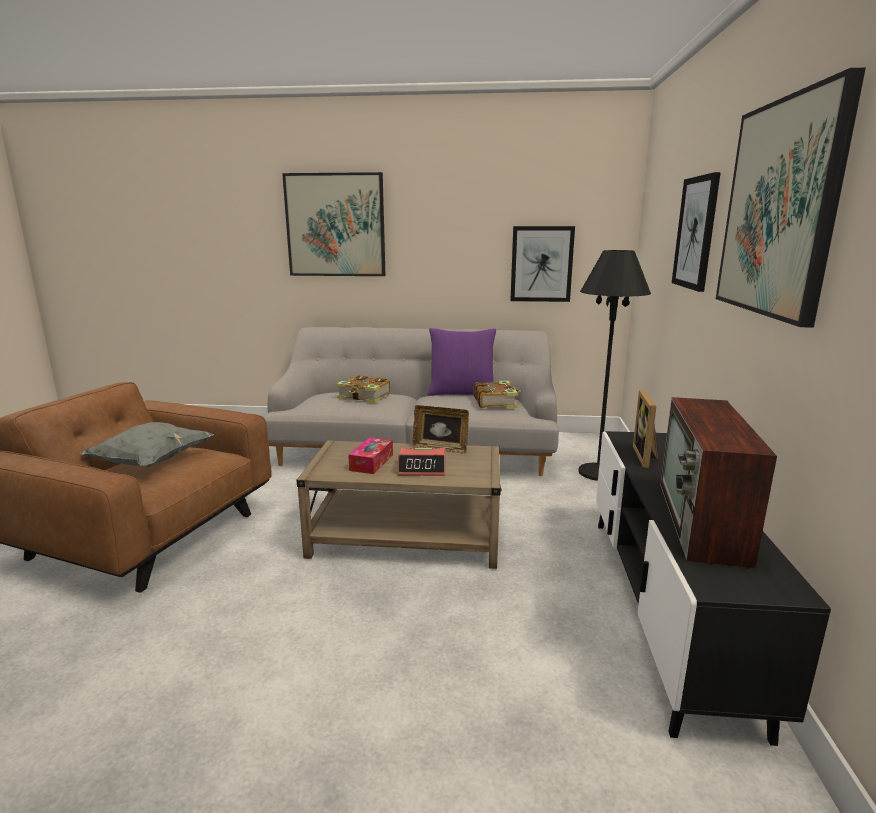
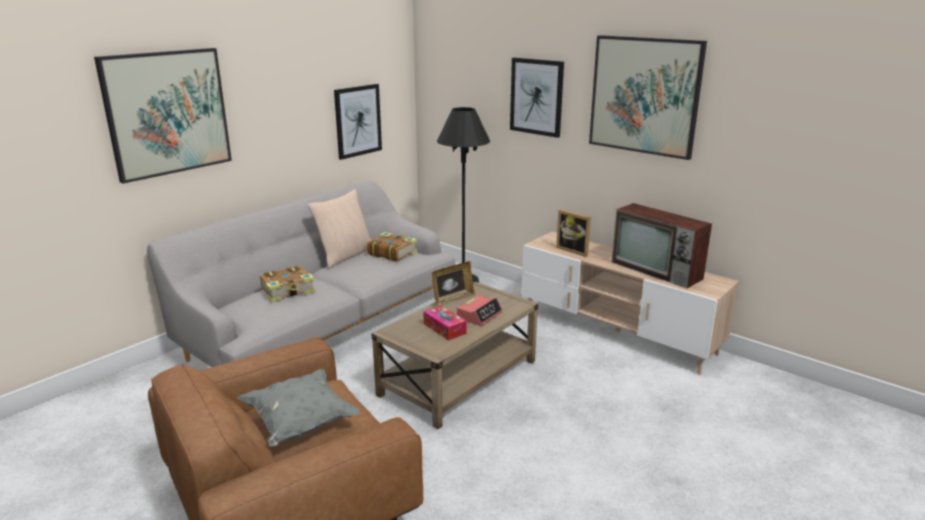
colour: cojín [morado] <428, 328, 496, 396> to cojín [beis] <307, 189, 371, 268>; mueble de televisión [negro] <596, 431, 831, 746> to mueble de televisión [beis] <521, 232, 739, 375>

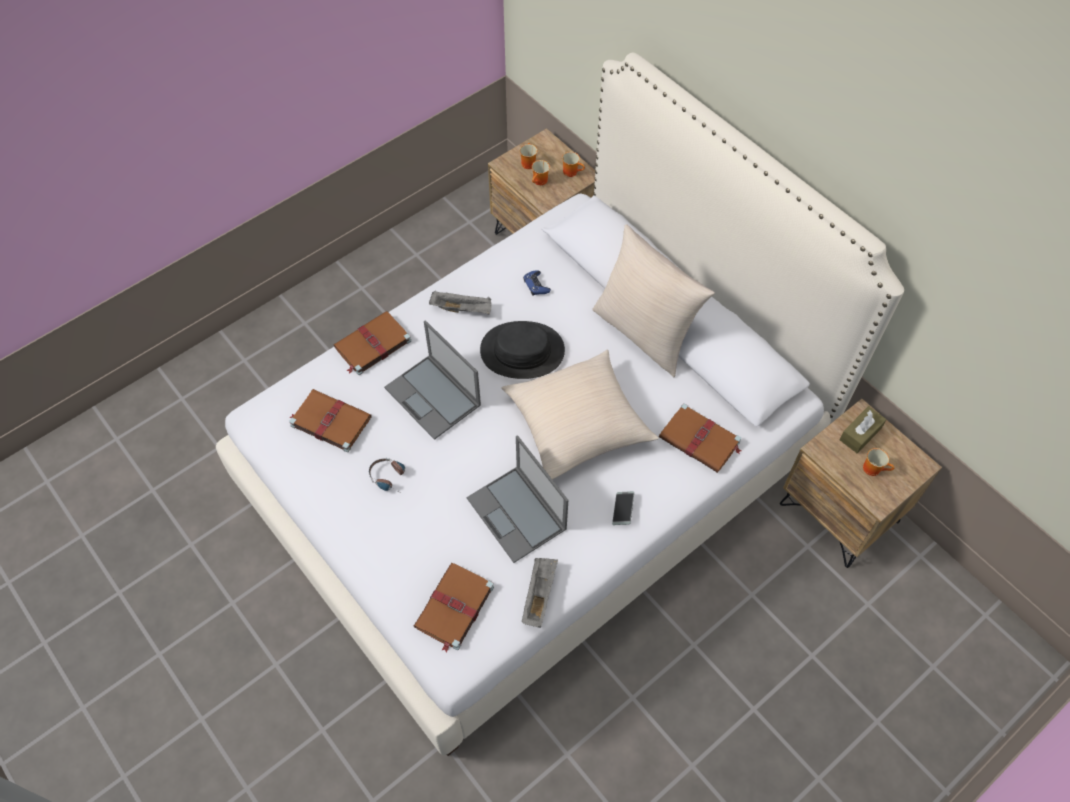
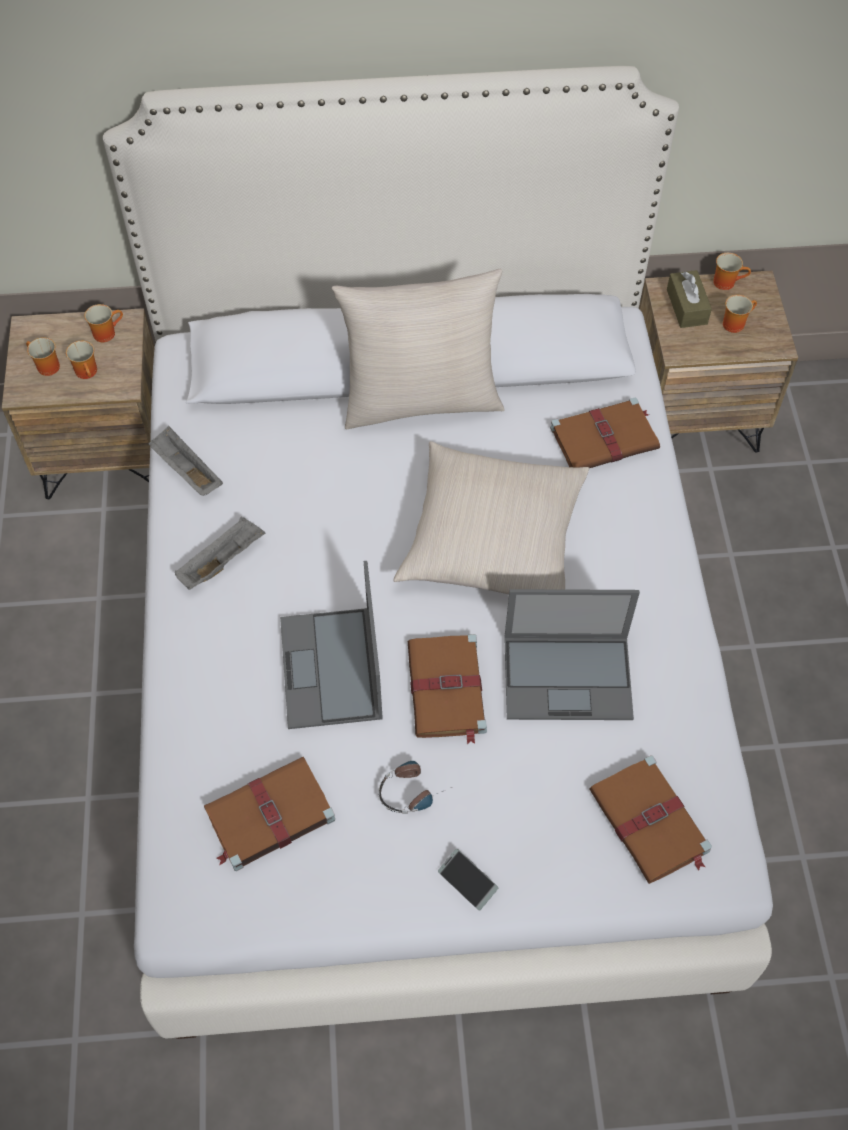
missing: mando de consola [azul] <523, 270, 551, 296>; sombrero [negro] <480, 321, 565, 379>
appeared: taza grande <713, 253, 751, 290>
relocated: libro [marrón] <334, 311, 411, 375> to <408, 634, 487, 744>; móvil <612, 491, 634, 525> to <438, 849, 498, 910>; bandeja [gris] <522, 558, 558, 628> to <148, 426, 223, 496>
spun: portátil <384, 320, 481, 440> = <280, 561, 382, 729> 90 degrees clockwise

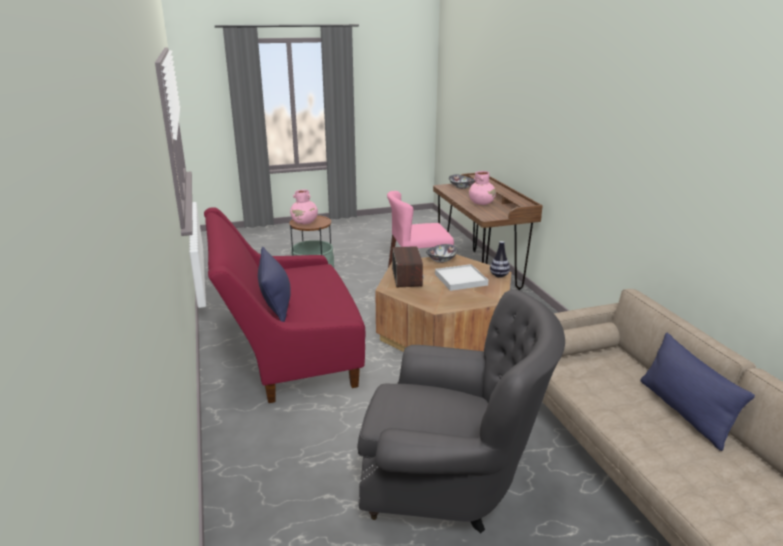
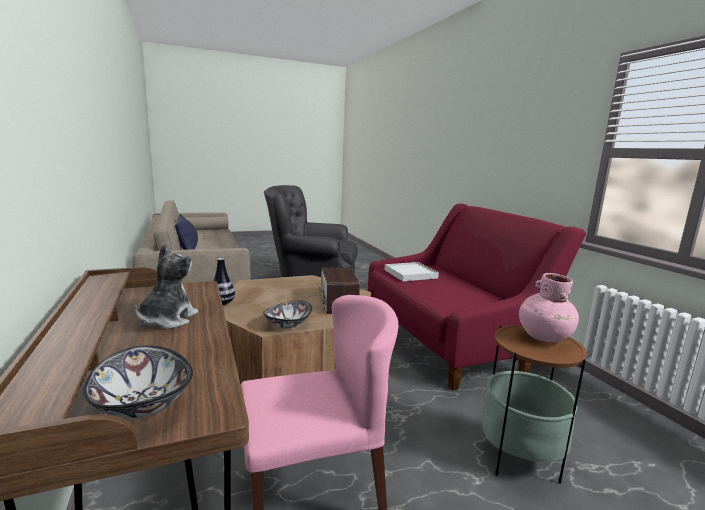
missing: cojín [azul] <258, 247, 291, 322>
relocated: bandeja [blanco] <435, 264, 488, 291> to <384, 262, 439, 281>
exchanged: florero [rosa] <469, 171, 496, 205> to peluche <135, 243, 199, 329>

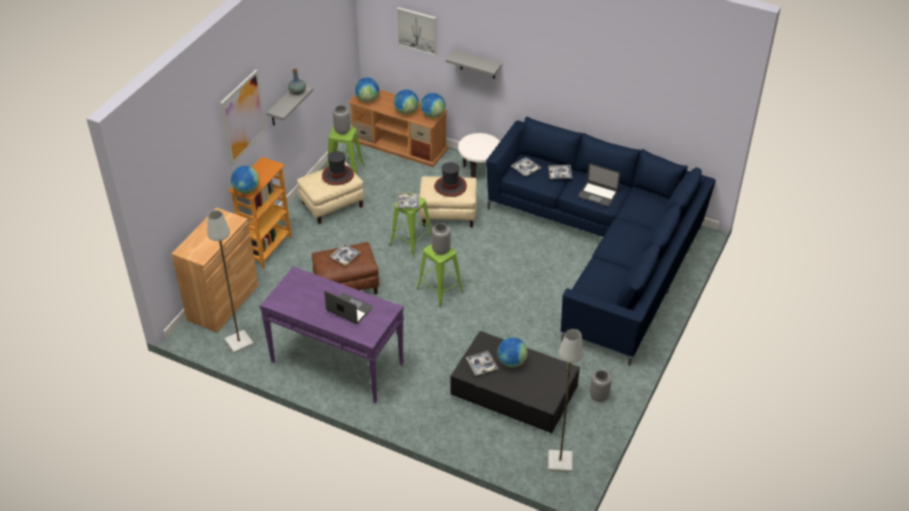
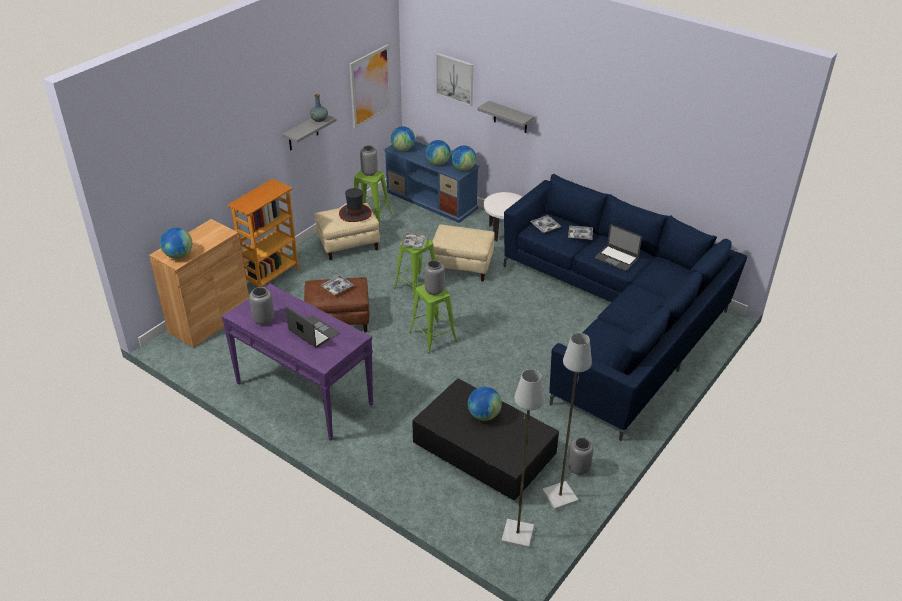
missing: sombrero <434, 162, 467, 197>; bandeja <466, 351, 498, 376>
appeared: florero [gris] <249, 287, 274, 325>
relocated: cuadro <220, 70, 266, 165> to <349, 45, 391, 129>; globo terráqueo <231, 166, 259, 194> to <160, 228, 192, 259>; lámpara de pie [gris] <207, 210, 254, 354> to <542, 333, 592, 510>
colour: mueble de televisión [marrón] <348, 89, 448, 167> to mueble de televisión [azul] <384, 141, 480, 223>

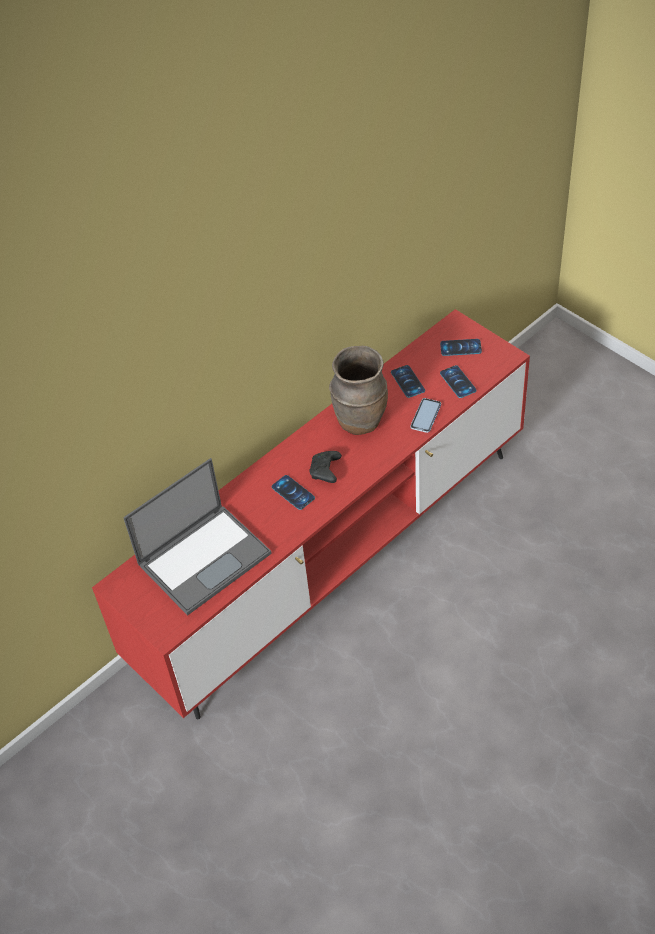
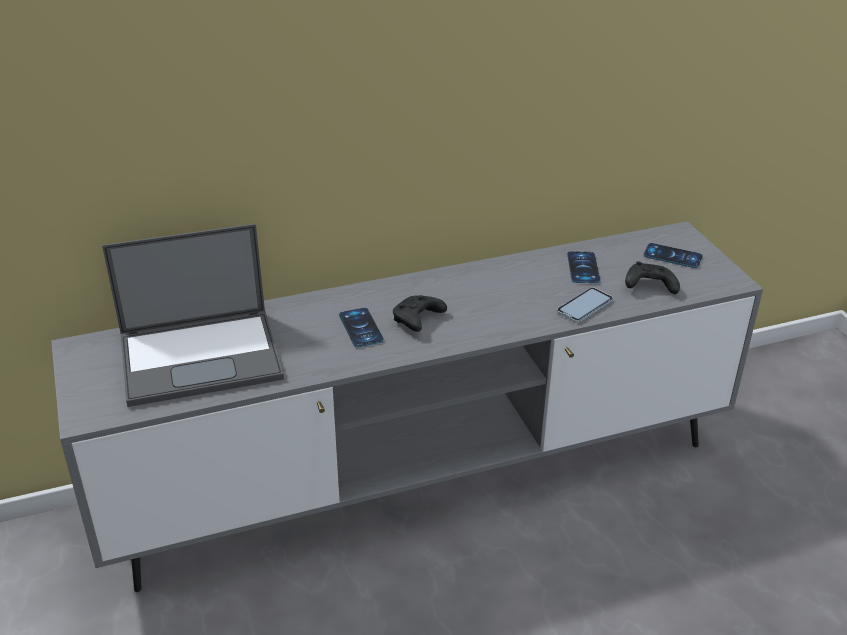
missing: florero [marrón] <329, 346, 388, 435>
exchanged: móvil <440, 365, 476, 398> to mando de consola [negro] <625, 261, 680, 294>
colour: mueble de televisión [rojo] <92, 309, 530, 719> to mueble de televisión [gris] <51, 221, 763, 592>

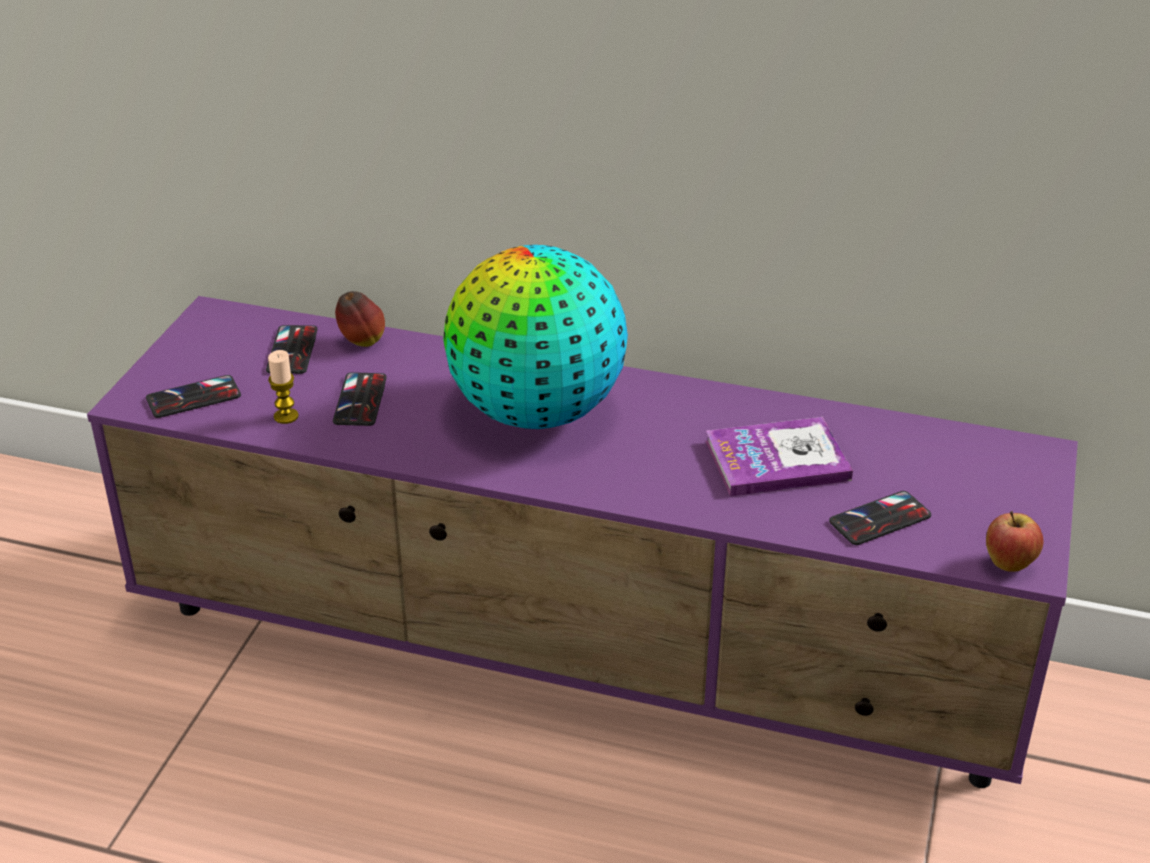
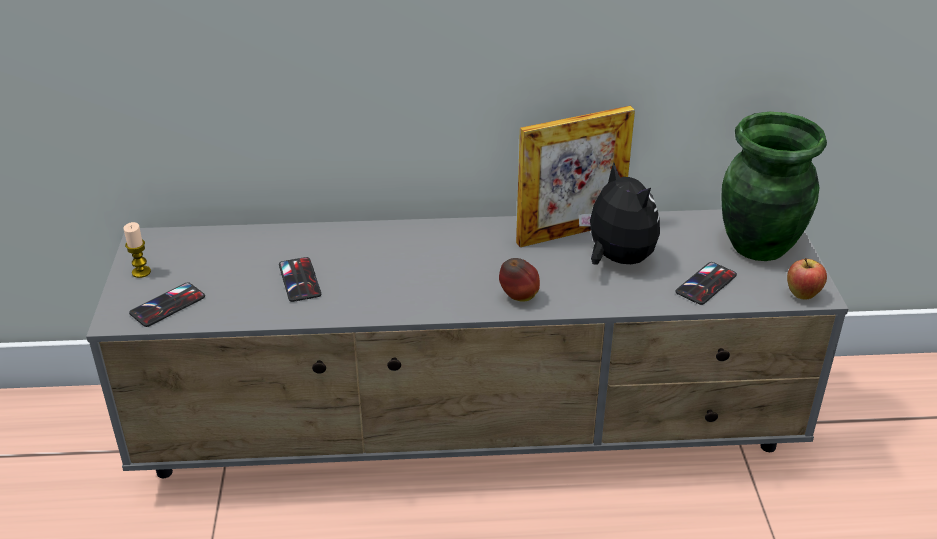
missing: globo terráqueo <443, 245, 628, 429>; móvil <266, 325, 318, 374>
appeared: portarretratos <516, 106, 635, 247>; florero [verde] <721, 112, 827, 261>
relocated: manzana <335, 291, 385, 347> to <499, 258, 540, 302>; vela <268, 350, 299, 424> to <124, 222, 151, 278>
exchanged: libro <705, 417, 853, 496> to peluche <579, 162, 660, 265>
colour: mueble de televisión [morado] <87, 296, 1078, 788> to mueble de televisión [gris] <86, 209, 848, 478>

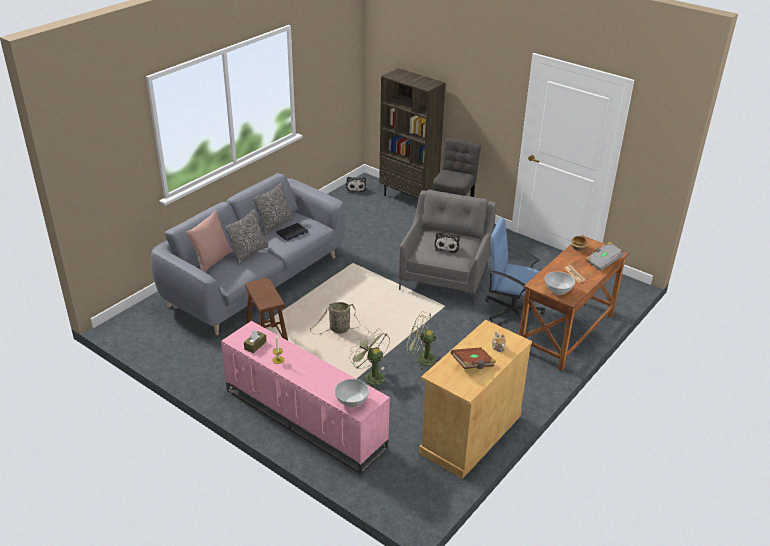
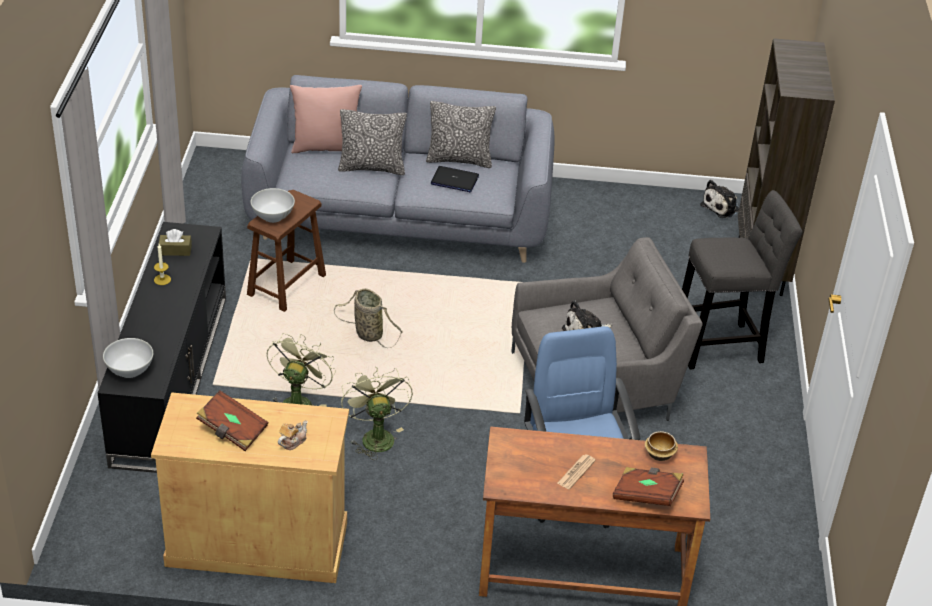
relocated: cuenco [blanco] <545, 271, 575, 295> to <251, 188, 295, 223>
colour: libro [gris] <585, 242, 625, 271> to libro [marrón] <613, 467, 684, 506>; mueble de televisión [rosa] <221, 321, 390, 474> to mueble de televisión [negro] <98, 222, 226, 473>

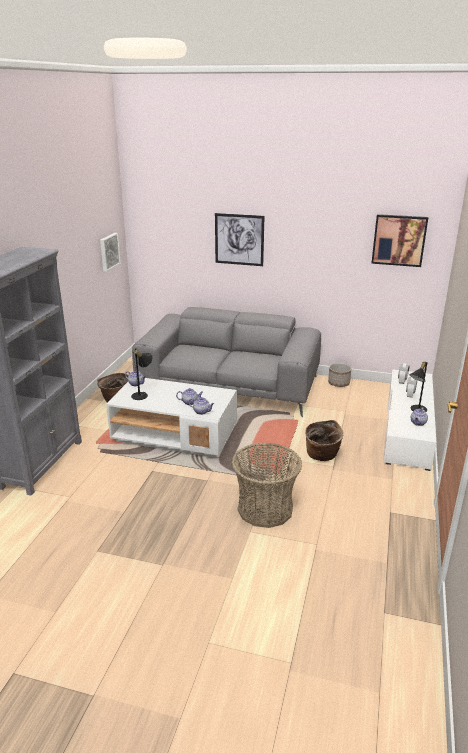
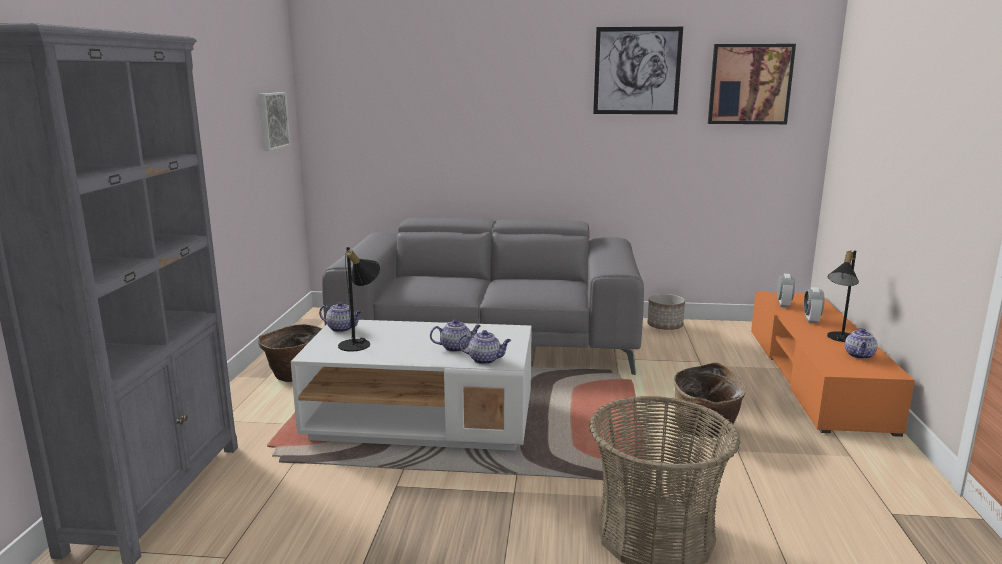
relocated: cuadro <215, 213, 264, 266> to <593, 27, 683, 114>
colour: mueble de televisión [blanco] <383, 370, 436, 471> to mueble de televisión [naranja] <751, 292, 915, 437>

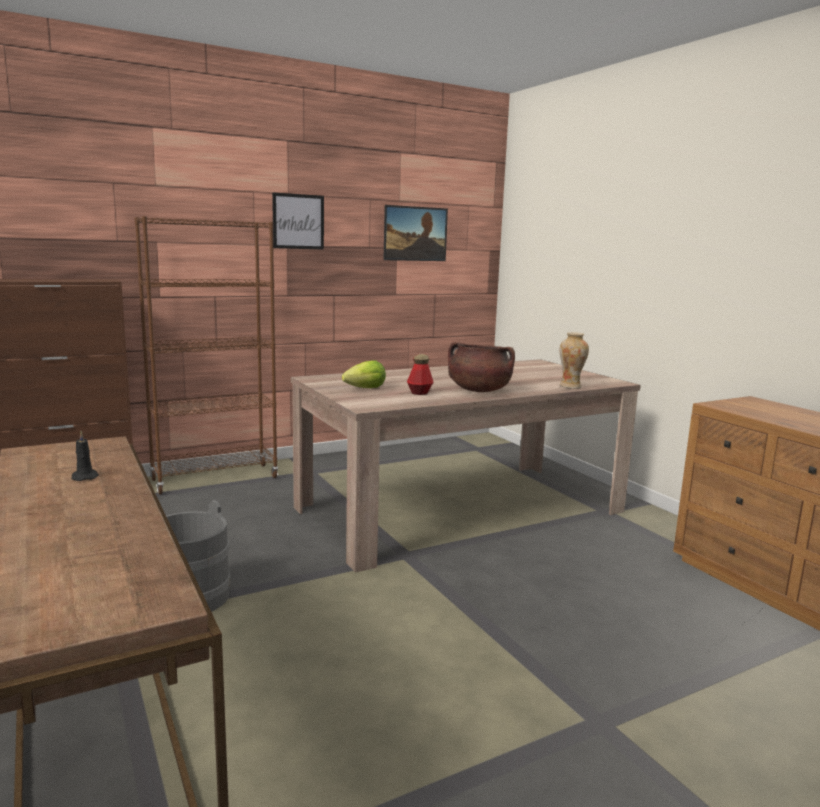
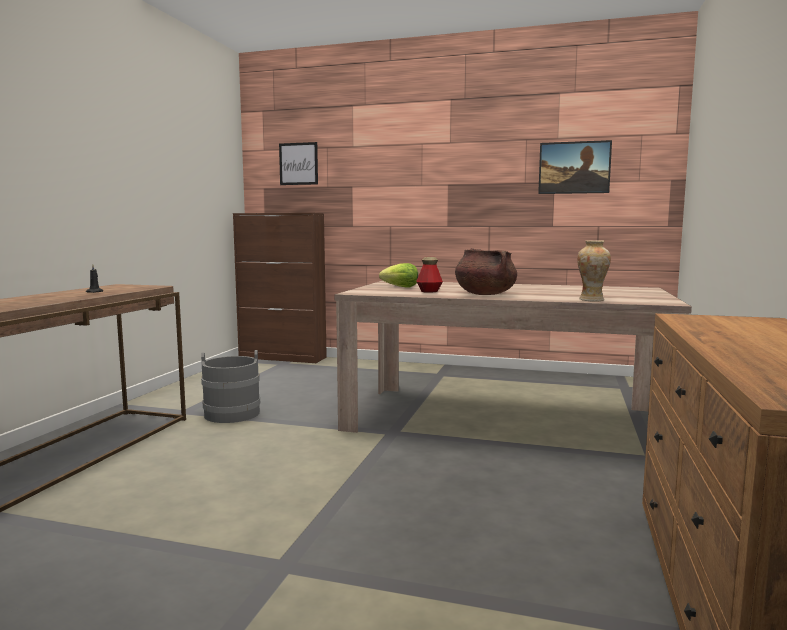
missing: estantería [marrón] <135, 216, 278, 494>
relocated: cuadro <272, 193, 324, 249> to <279, 142, 318, 185>

